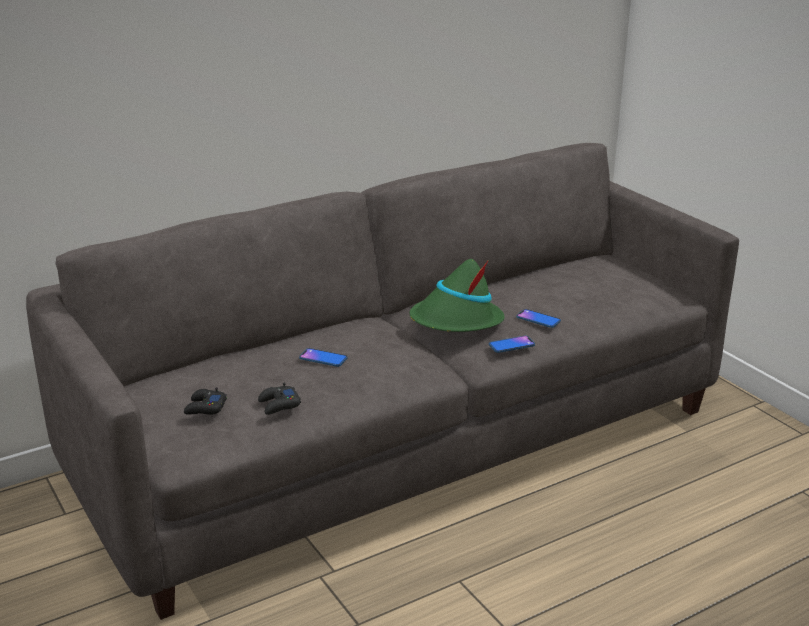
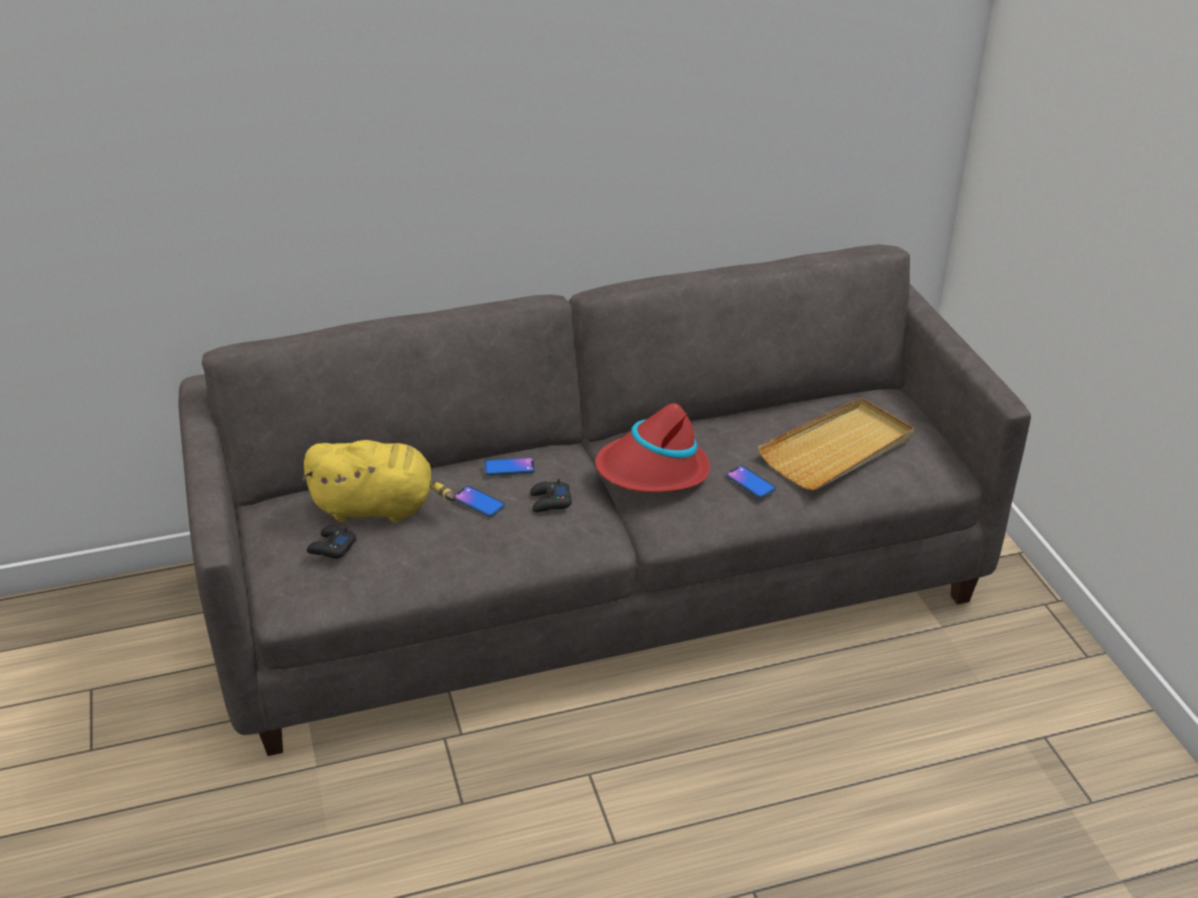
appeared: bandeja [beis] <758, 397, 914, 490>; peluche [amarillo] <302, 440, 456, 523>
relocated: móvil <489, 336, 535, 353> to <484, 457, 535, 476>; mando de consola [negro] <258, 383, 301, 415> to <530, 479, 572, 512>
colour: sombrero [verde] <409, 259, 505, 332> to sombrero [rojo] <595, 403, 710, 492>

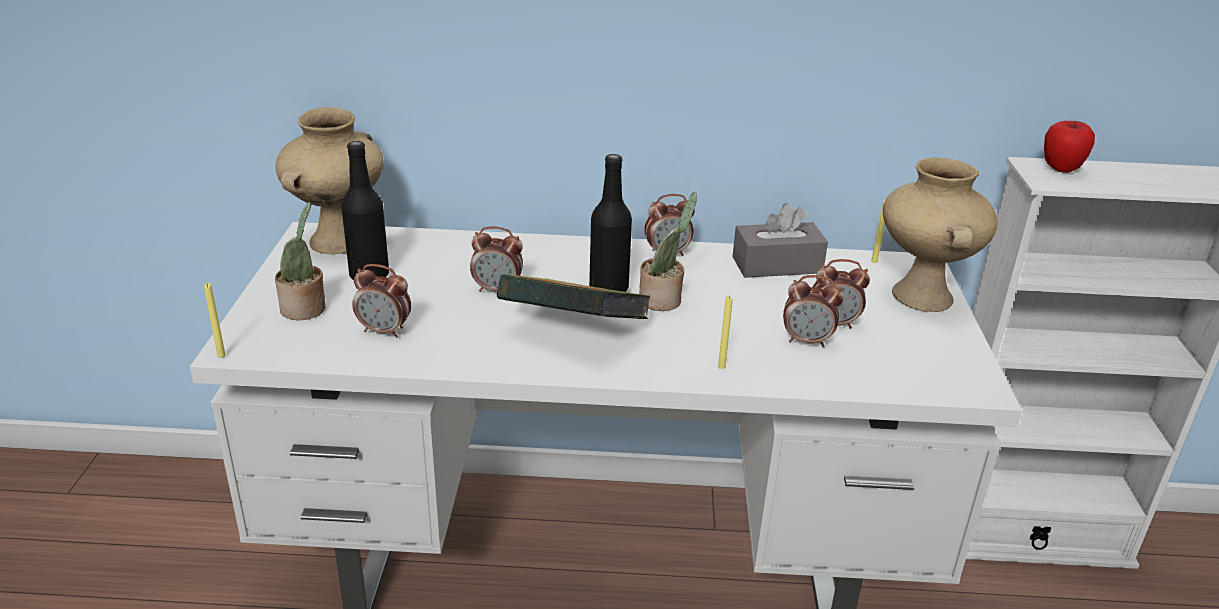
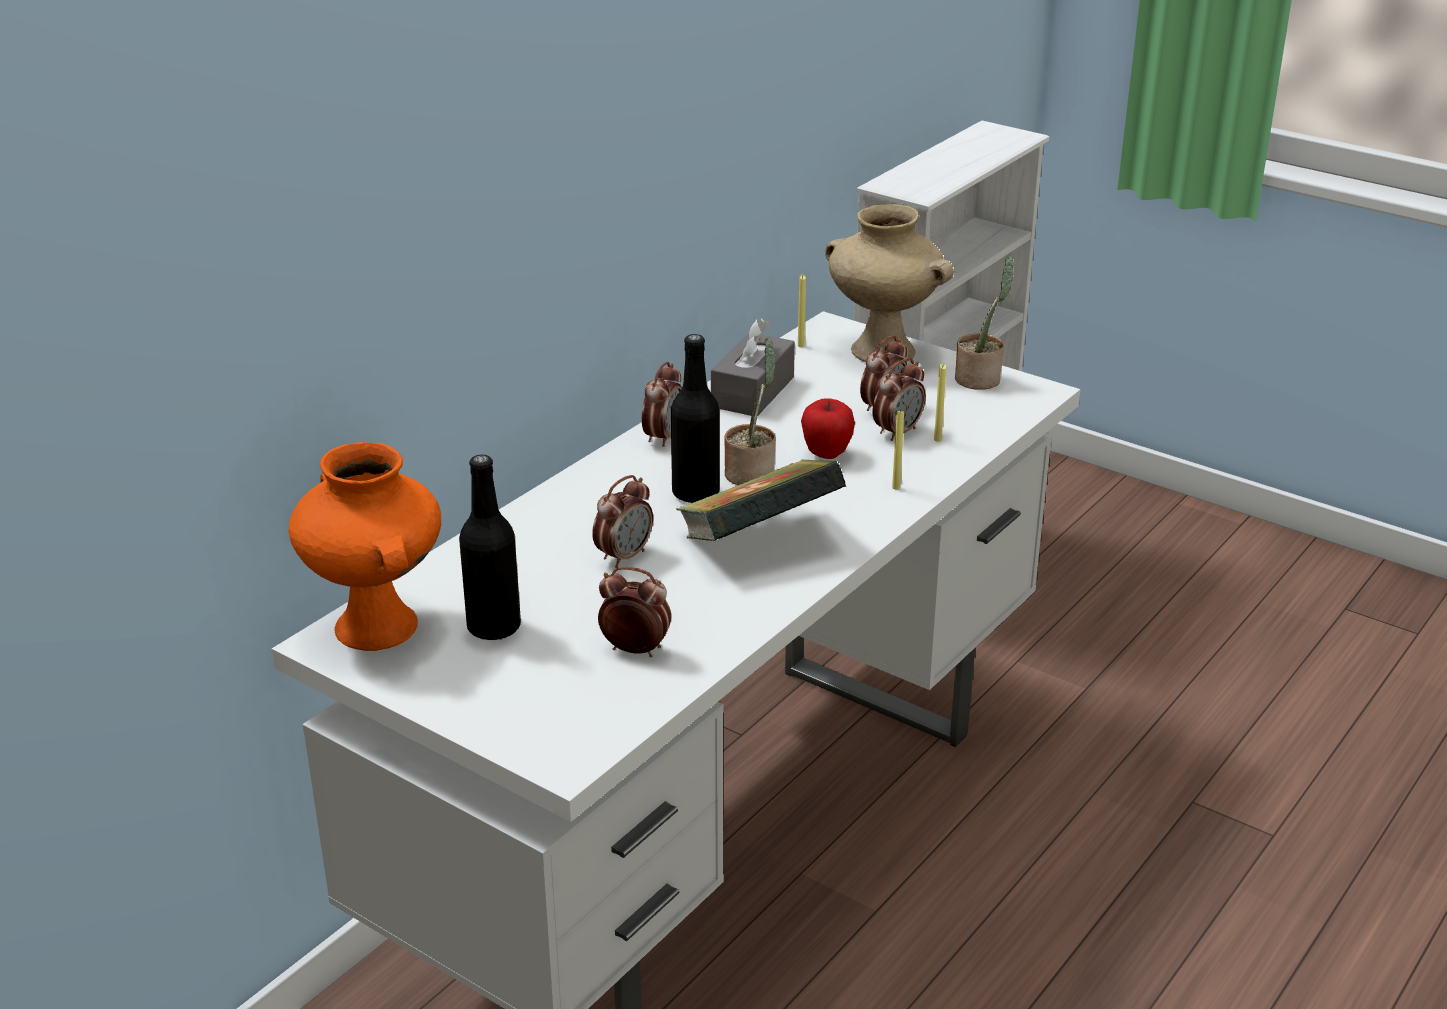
relocated: manzana <1044, 121, 1095, 173> to <801, 398, 855, 459>; planta en maceta <275, 202, 325, 320> to <955, 256, 1014, 390>; vela [amarillo] <204, 283, 225, 358> to <934, 364, 946, 442>
colour: florero [beis] <275, 107, 384, 254> to florero [naranja] <289, 442, 441, 651>
spun: despertador <352, 264, 411, 338> = <598, 567, 671, 657> 120 degrees counterclockwise

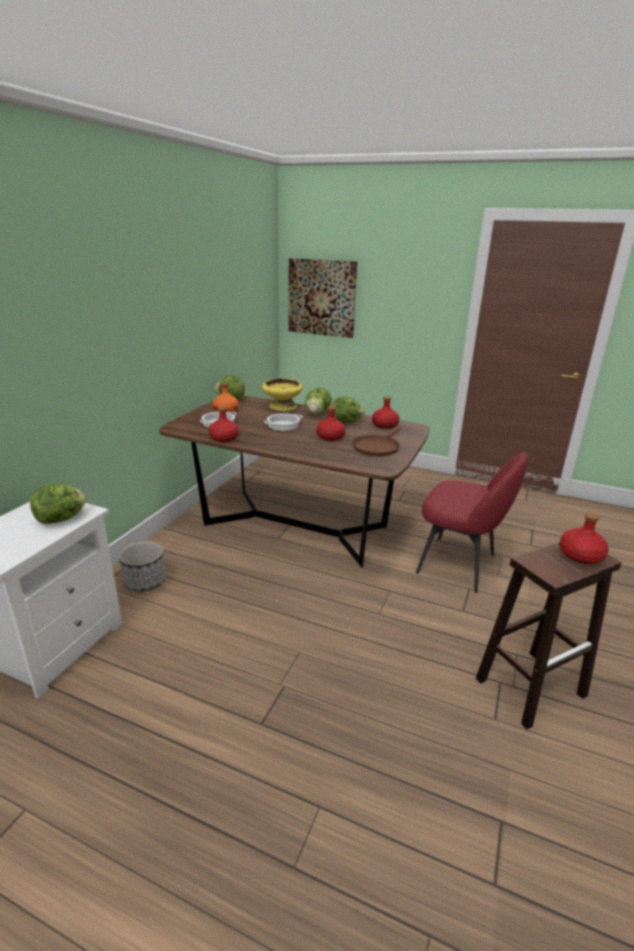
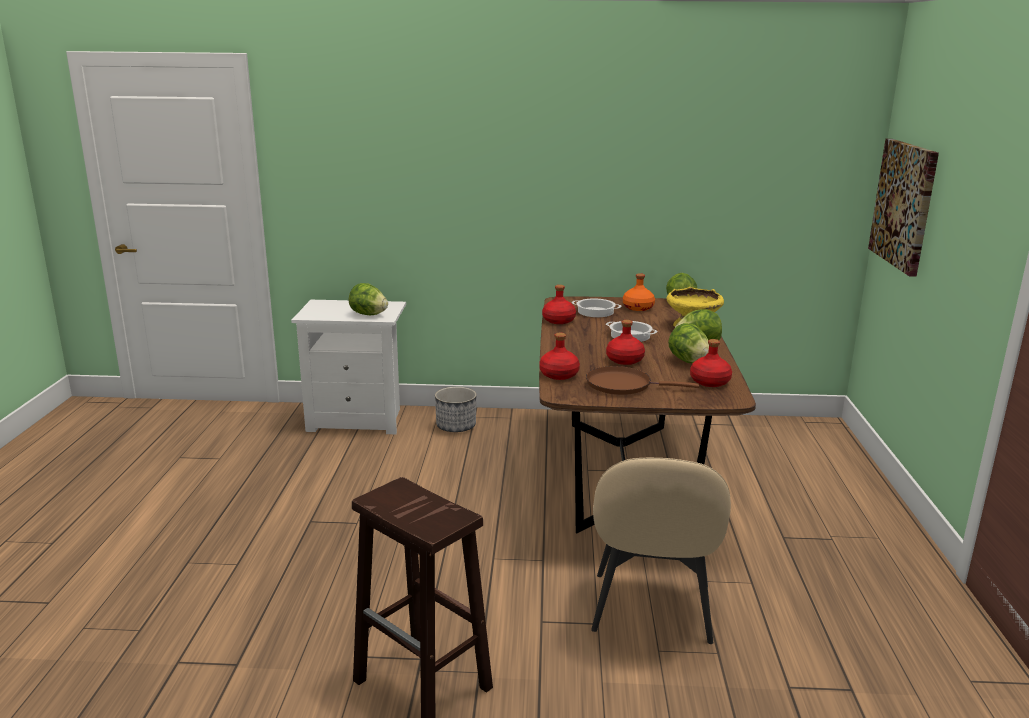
relocated: botella [rojo] <559, 513, 608, 564> to <539, 333, 580, 380>
colour: silla [rojo] <416, 452, 528, 593> to silla [beis] <591, 458, 731, 644>

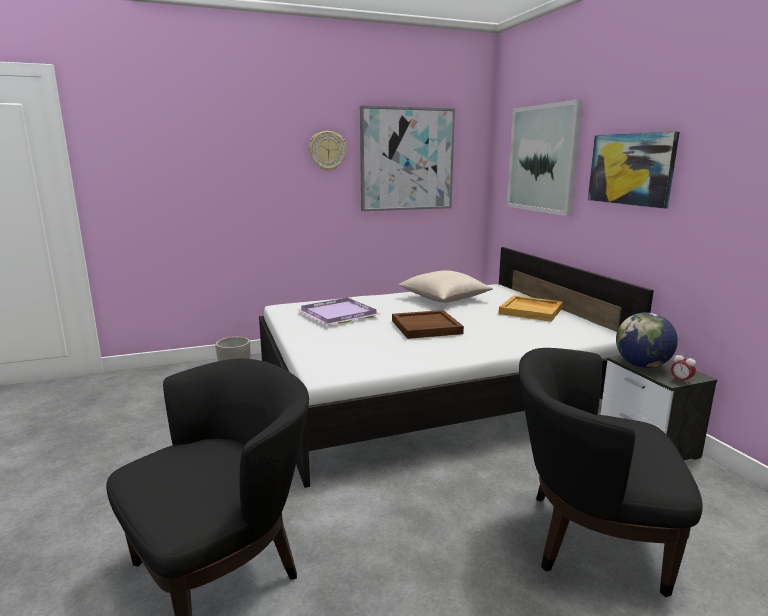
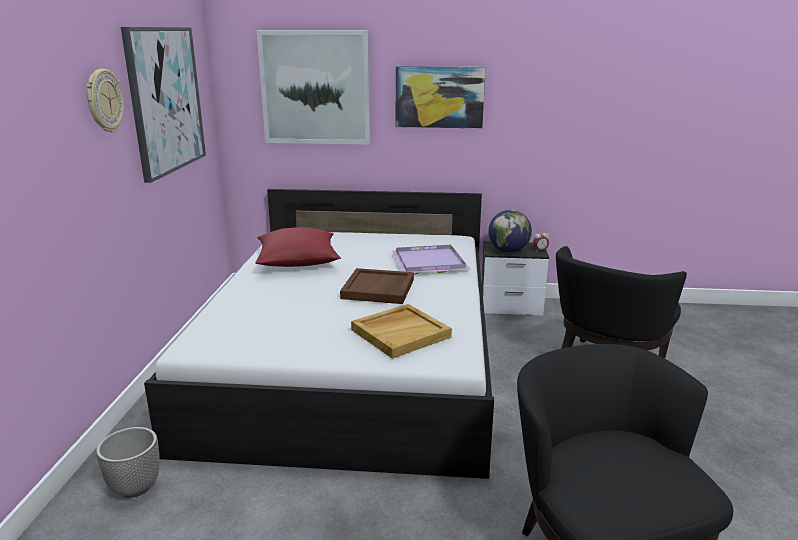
relocated: bandeja [beis] <499, 295, 563, 322> to <351, 304, 452, 359>; bandeja [morado] <296, 298, 381, 325> to <392, 245, 470, 274>
colour: cojín [beis] <398, 270, 493, 303> to cojín [rojo] <255, 227, 341, 267>

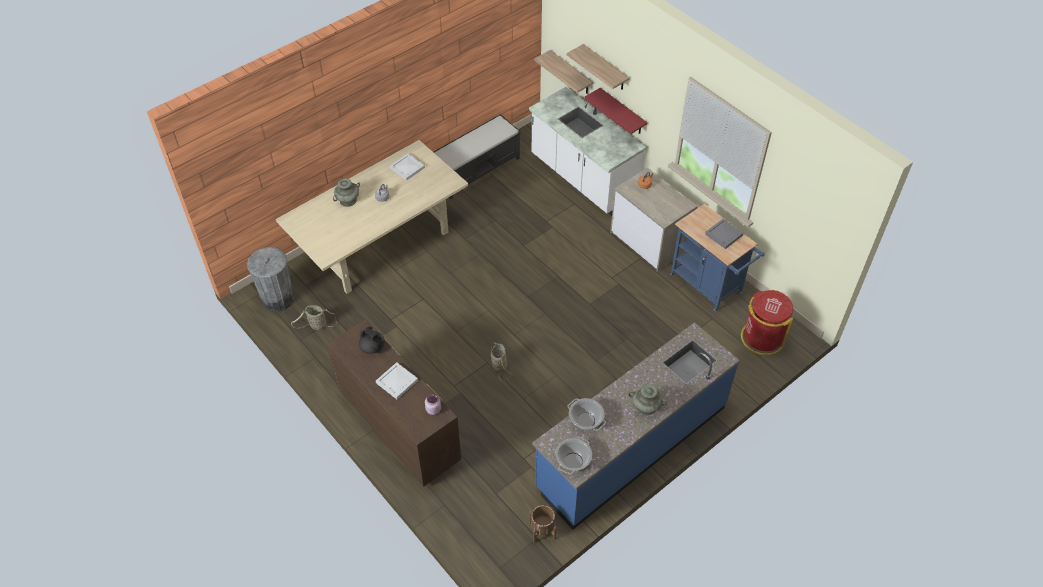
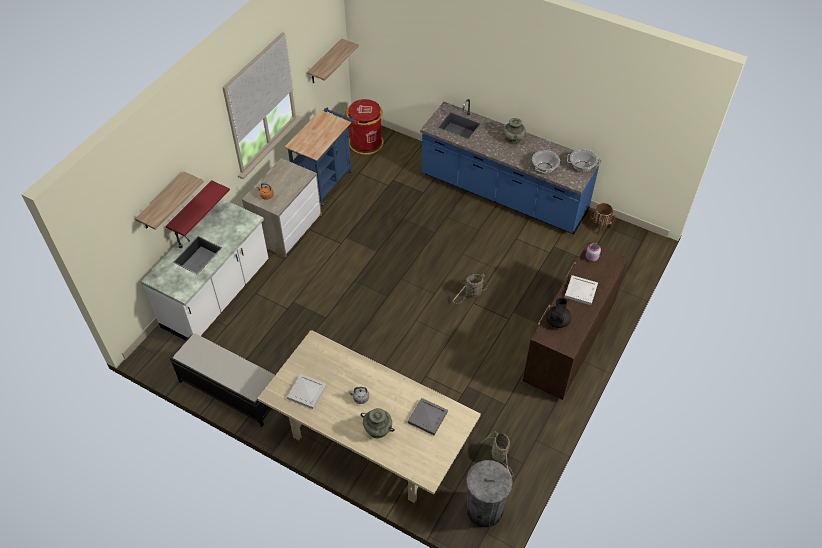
relocated: estante <534, 50, 593, 94> to <307, 38, 359, 83>; bandeja [gris] <705, 219, 743, 249> to <408, 398, 448, 435>

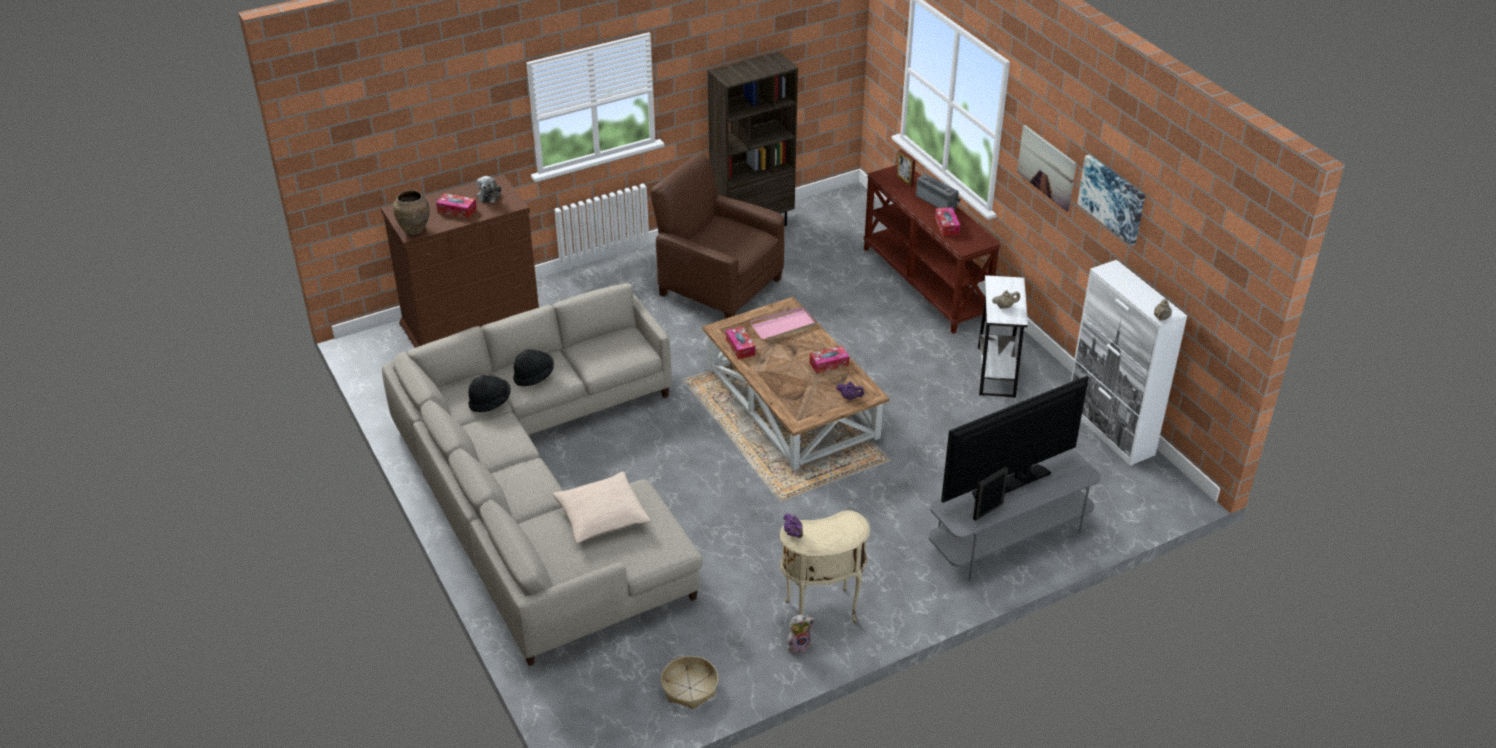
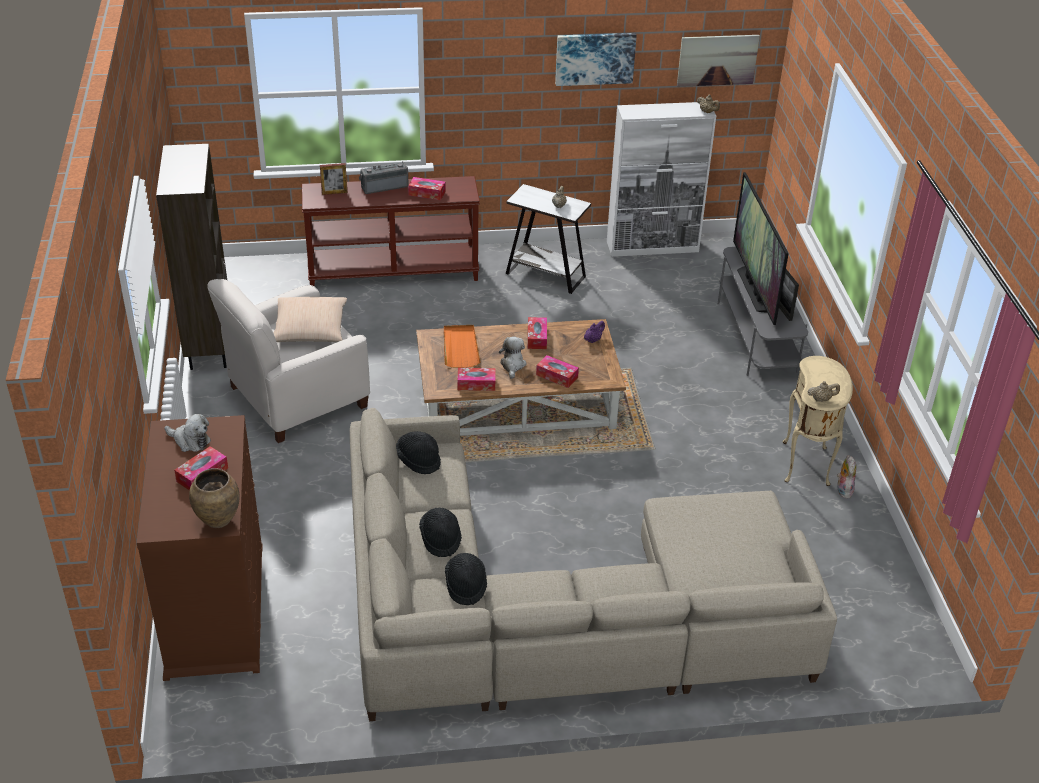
missing: cesta <661, 656, 718, 709>
appeared: peluche <499, 336, 527, 379>; caja de pañuelos <536, 355, 579, 388>; sombrero [negro] <396, 431, 441, 474>
relocated: cuadro <1017, 125, 1076, 211> to <677, 35, 760, 87>; cojín [beis] <553, 471, 651, 544> to <274, 297, 347, 342>
colour: sillón [marrón] <650, 153, 784, 319> to sillón [blanco] <207, 279, 370, 443>; bandeja [rosa] <750, 307, 817, 340> to bandeja [naranja] <444, 325, 481, 368>; tetera [morado] <784, 513, 803, 538> to tetera [beis] <808, 381, 840, 402>

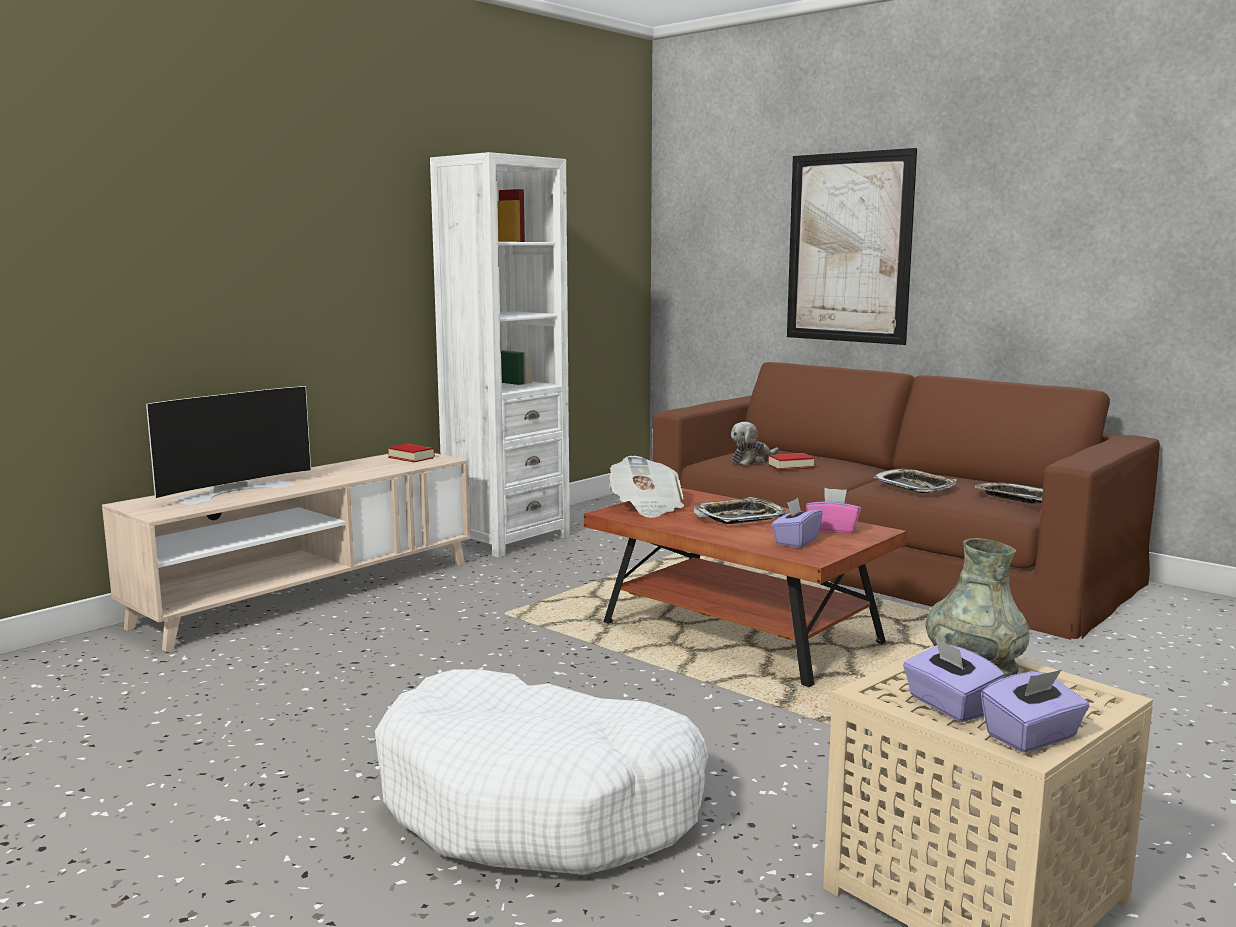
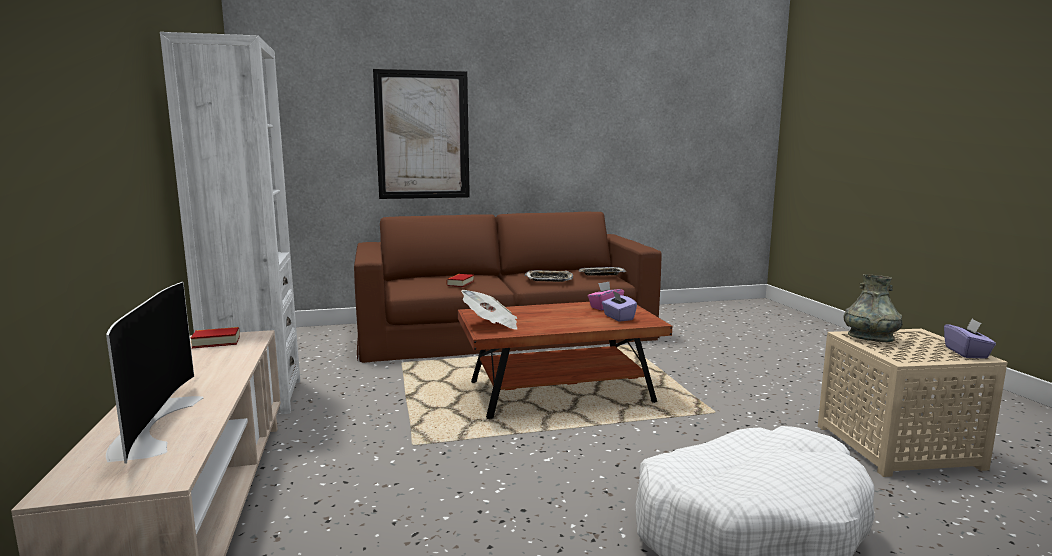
missing: peluche <731, 422, 779, 465>; bandeja <694, 497, 787, 524>; caja de pañuelos [morado] <903, 637, 1006, 722>

